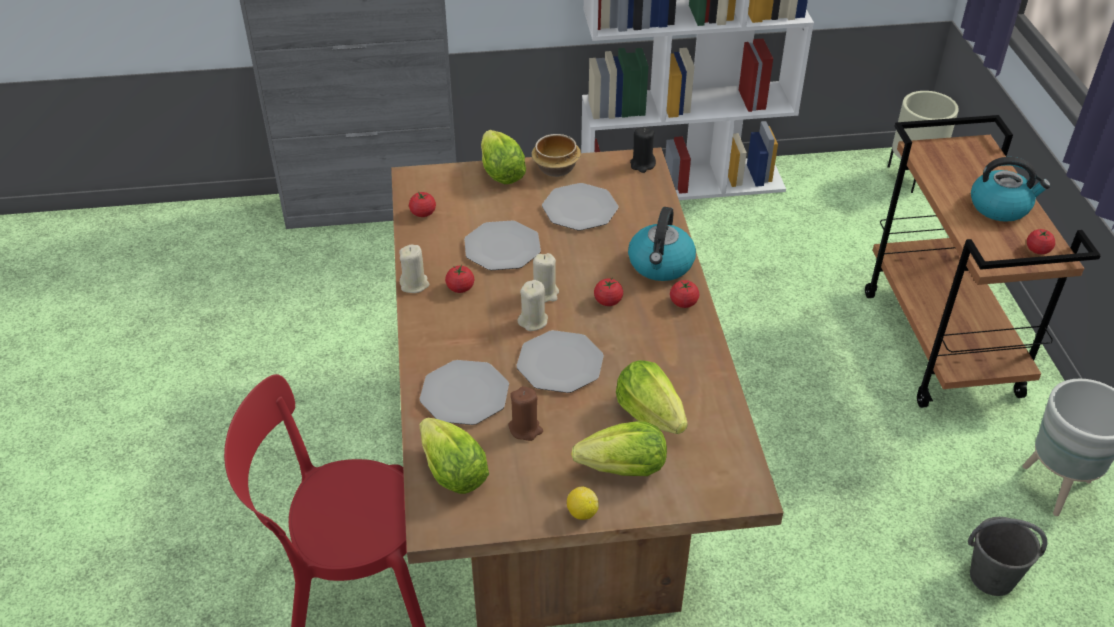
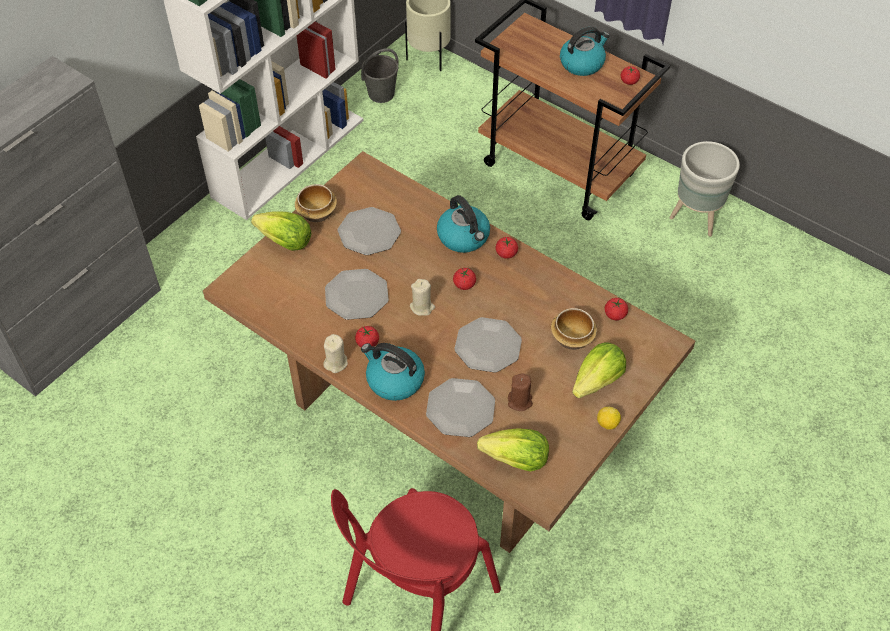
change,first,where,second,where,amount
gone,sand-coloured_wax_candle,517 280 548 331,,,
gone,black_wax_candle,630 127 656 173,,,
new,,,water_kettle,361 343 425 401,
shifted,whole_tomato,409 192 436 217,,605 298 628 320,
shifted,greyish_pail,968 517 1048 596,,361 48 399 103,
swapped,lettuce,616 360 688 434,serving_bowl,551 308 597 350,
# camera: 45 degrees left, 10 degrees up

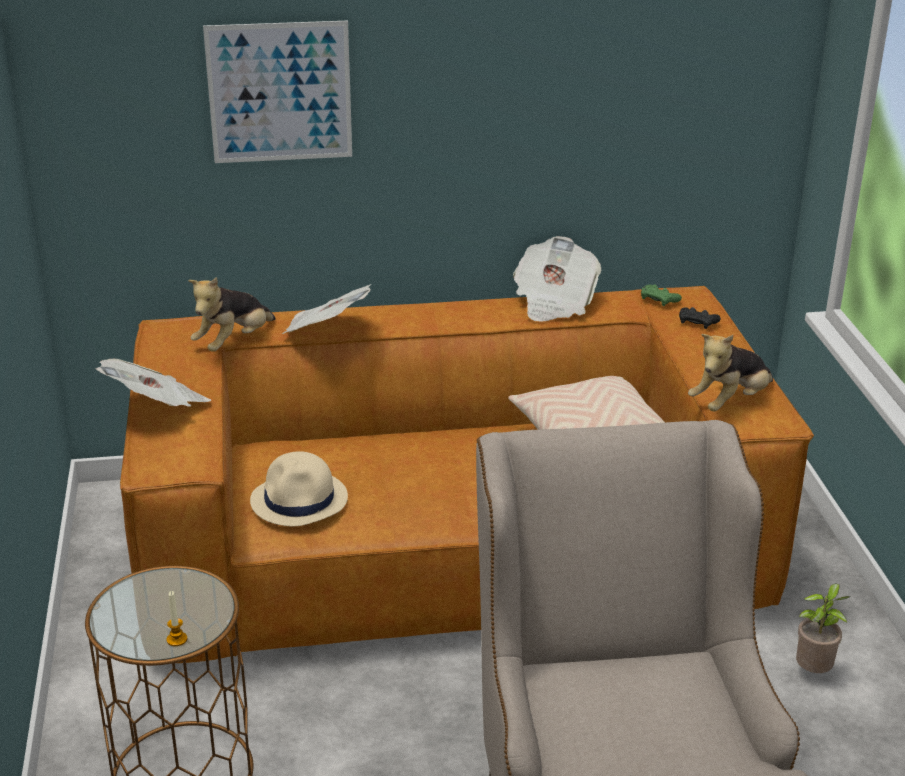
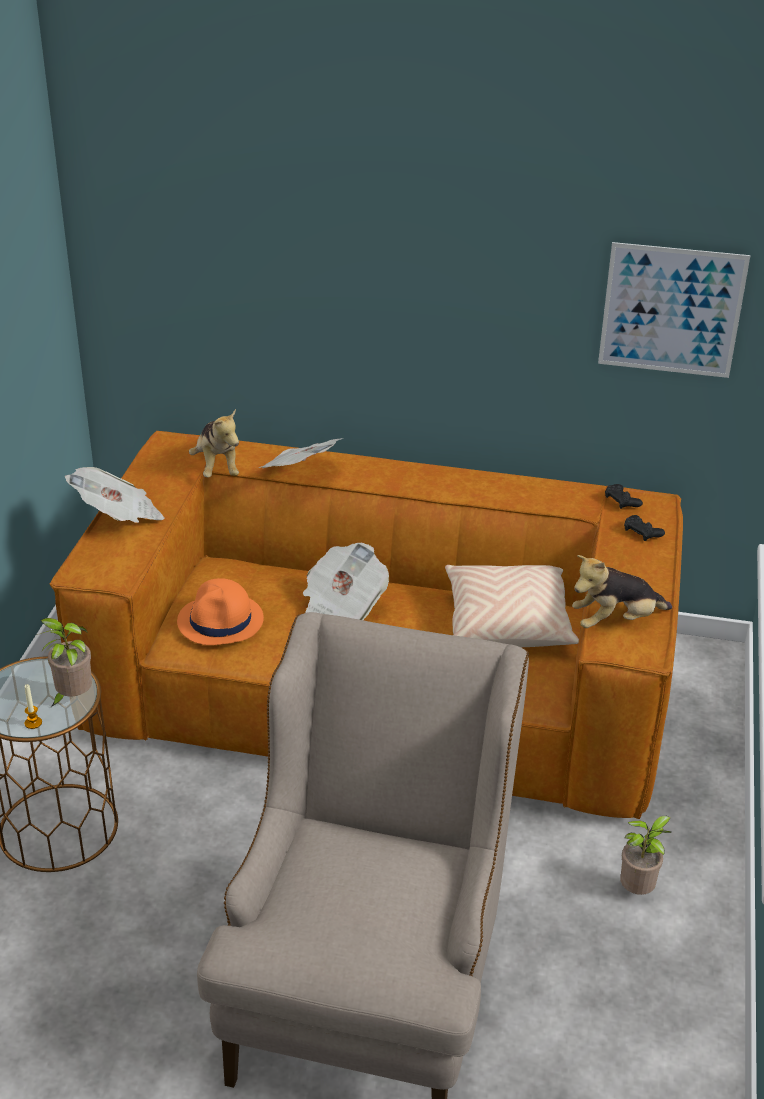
change,first,where,second,where,amount
new,,,houseplant,37 618 92 707,
shifted,wall_art,203 21 352 163,,598 242 750 378,
shifted,printed_paper,513 236 602 322,,303 543 389 620,
repainted,sand-coloured_hat,250 451 348 526,orange-coloured_hat,177 578 264 645,
repainted,greenish_gamepad,641 285 682 306,black_gamepad,605 484 643 509,
rotated,cuddly_toy,188 277 276 352,,189 409 239 477,75 degrees counterclockwise
# camera: 20 degrees right, 5 degrees up

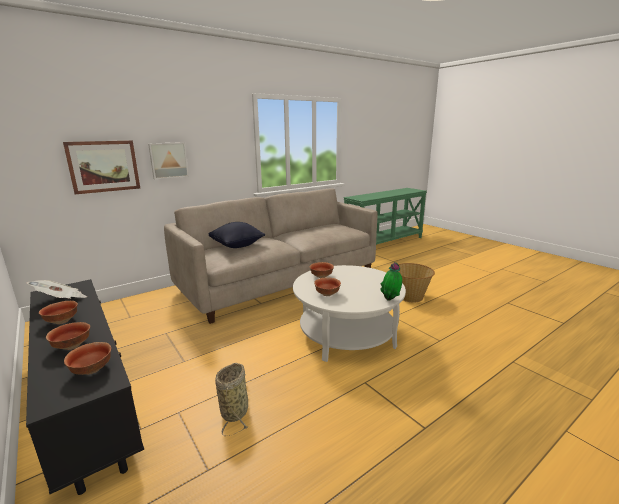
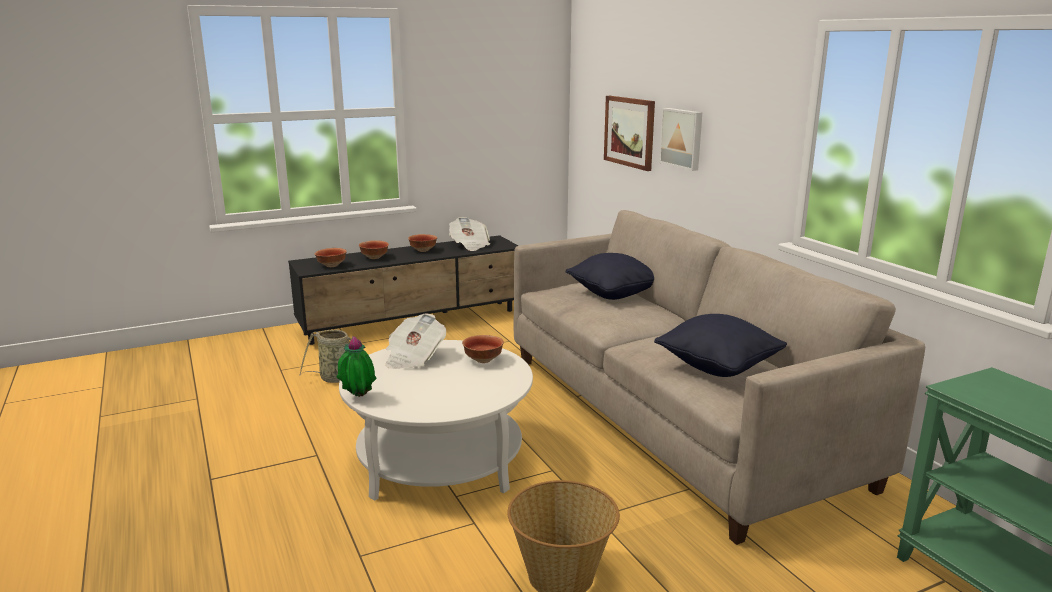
change,first,where,second,where,amount
new,,,black_throw_pillow,654 314 787 377,
swapped,serving_bowl,314 277 341 296,printed_paper,385 313 446 369,
# camera: 100 degrees right, 0 degrees up

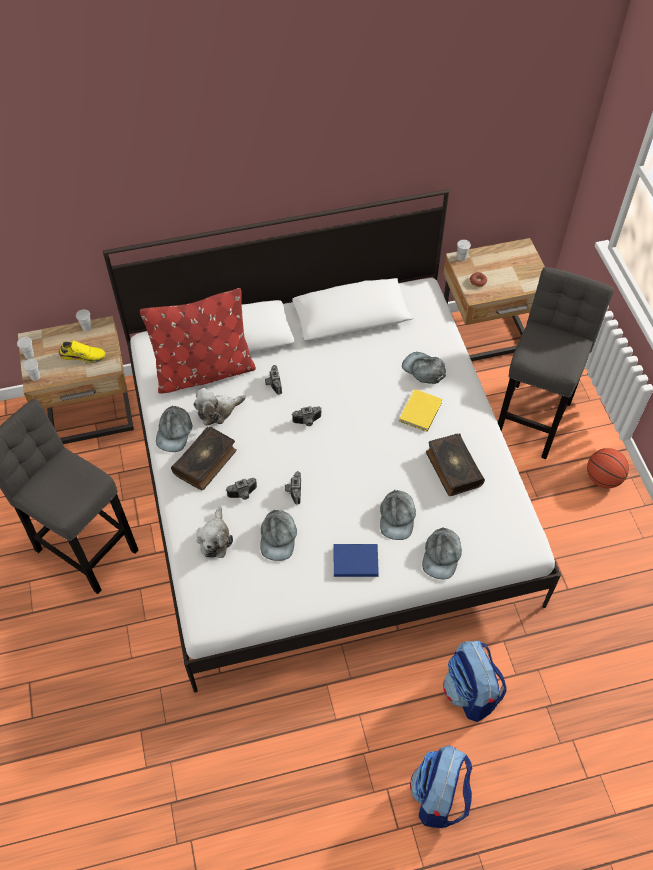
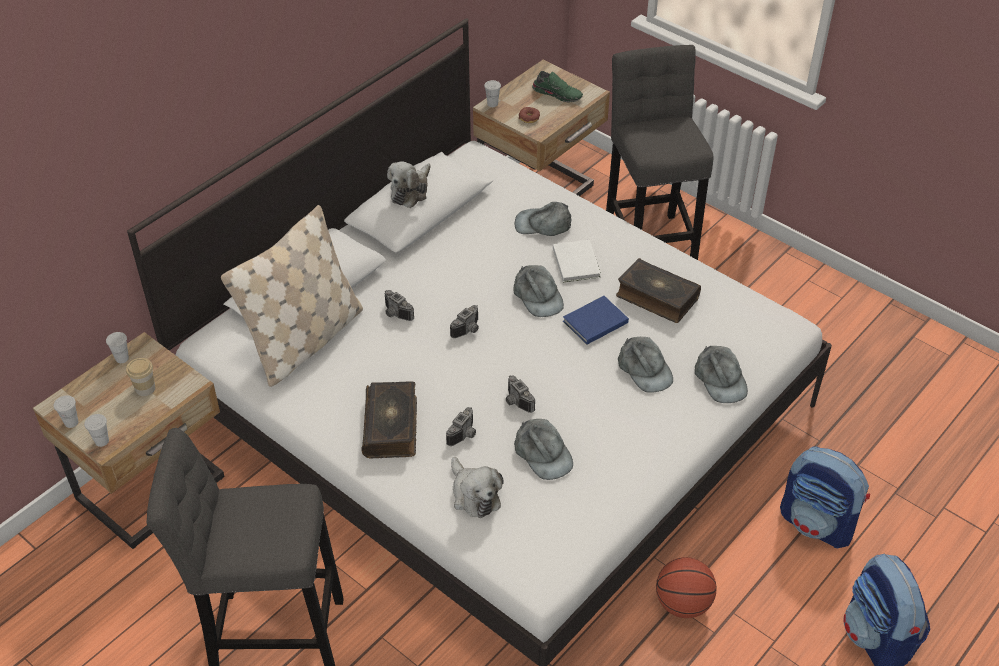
change,first,where,second,where,amount
new,,,greenish_shoe,532 71 583 102,
shifted,greyish_peaked_cap,156 405 193 452,,513 265 564 317,
shifted,cuddly_toy,193 388 246 426,,387 161 431 208,
shifted,blue-coloured_book,334 544 379 577,,563 296 629 345,
shifted,ball_for_basketball,587 448 629 488,,656 557 717 618,
swapped,yellow_shoe,59 340 106 363,cup,126 358 155 396,
repainted,red-coloured_throw_pillow,140 288 256 394,sand-coloured_throw_pillow,221 205 363 387,
repainted,yellow_book,399 389 443 432,white-coloured_book,553 240 601 283,
# camera: 35 degrees left, 10 degrees down

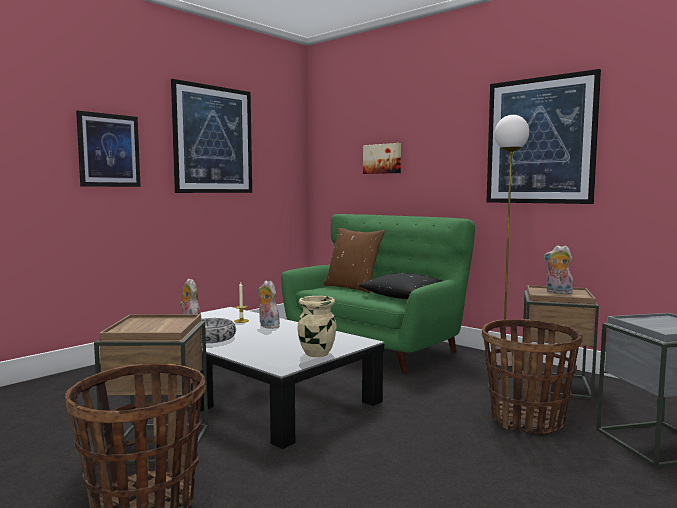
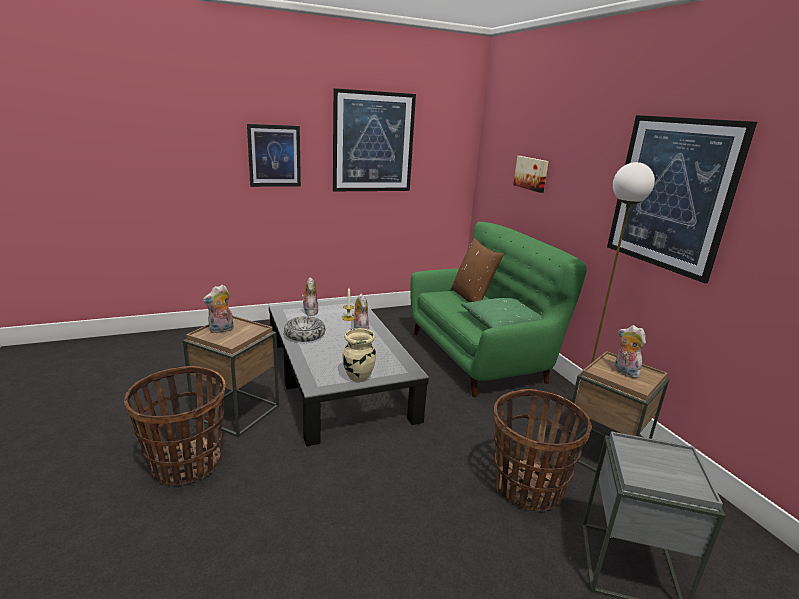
change,first,where,second,where,amount
new,,,cuddly_toy,203 285 234 333,
repainted,black_throw_pillow,358 273 443 299,greenish_throw_pillow,461 298 542 328,
# camera: 25 degrees right, 15 degrees up

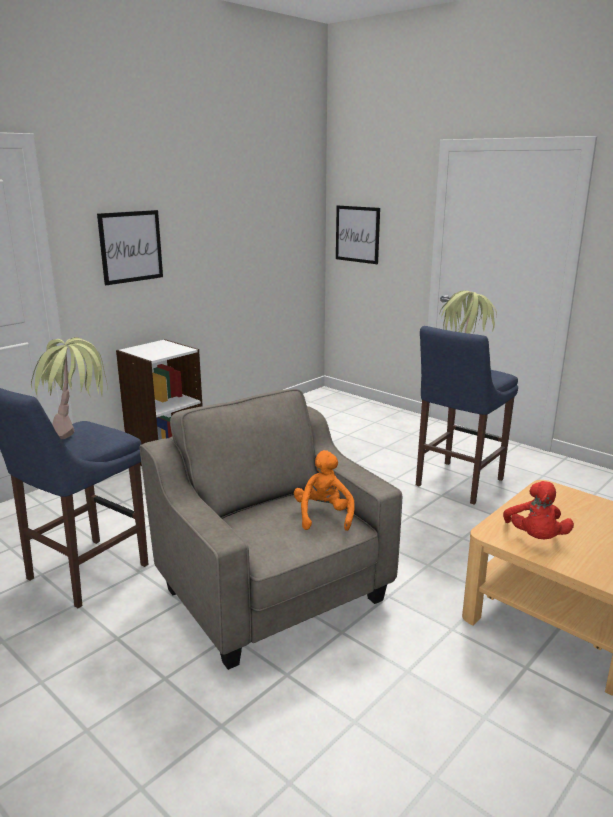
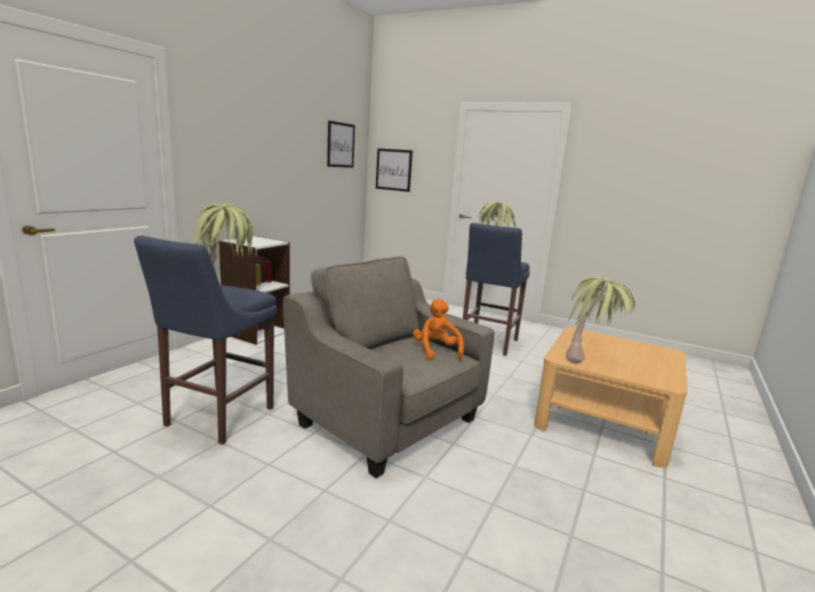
change,first,where,second,where,amount
shifted,wall_art,97 210 163 285,,327 120 355 168,
swapped,red-coloured_cuddly_toy,503 481 574 539,houseplant,566 276 635 364,
# camera: 15 degrees left, 5 degrees down

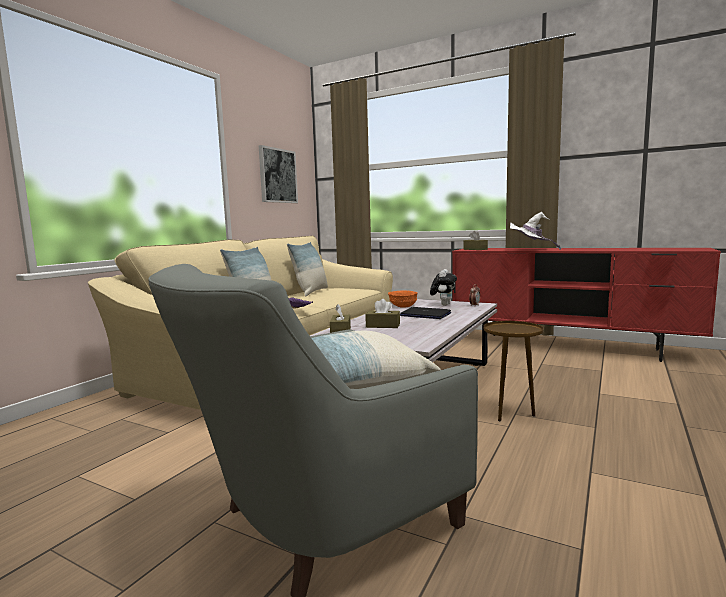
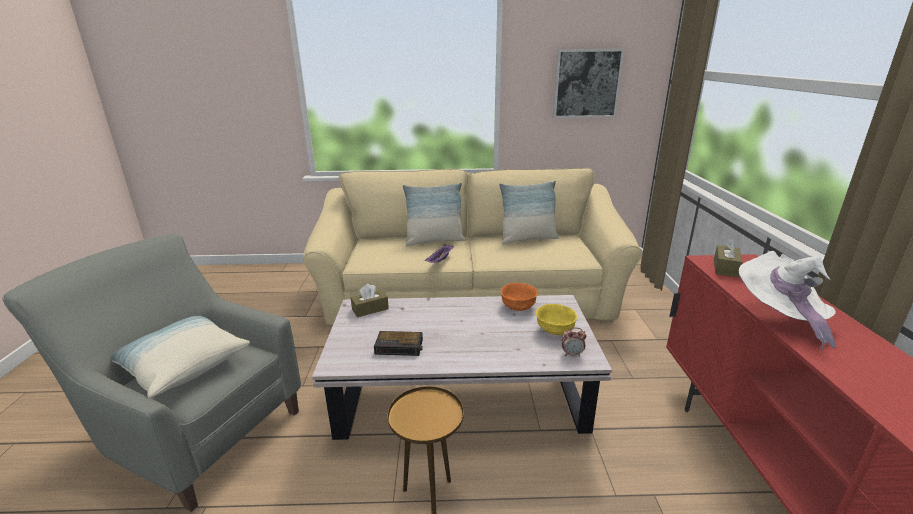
change,first,where,second,where,amount
gone,brown_tissue_holder,365 299 400 328,,,
gone,notebook_computer,400 307 451 319,,,
new,,,bedside_clock,374 331 423 356,
swapped,cuddly_toy,430 269 457 306,yellow_serving_bowl,536 304 577 335,
# camera: 60 degrees right, 15 degrees up

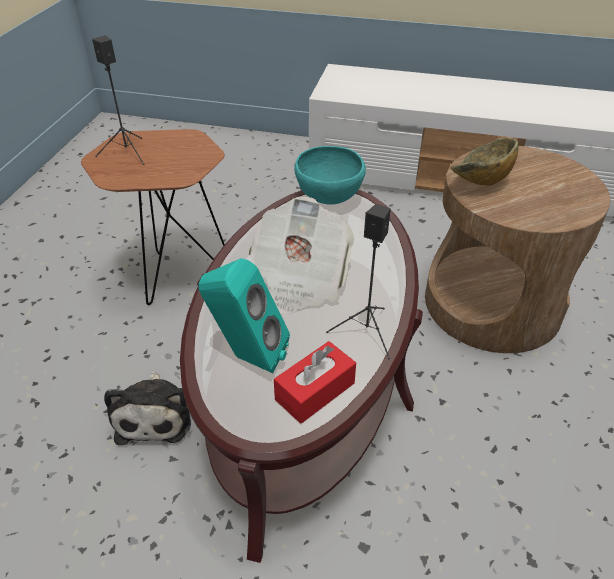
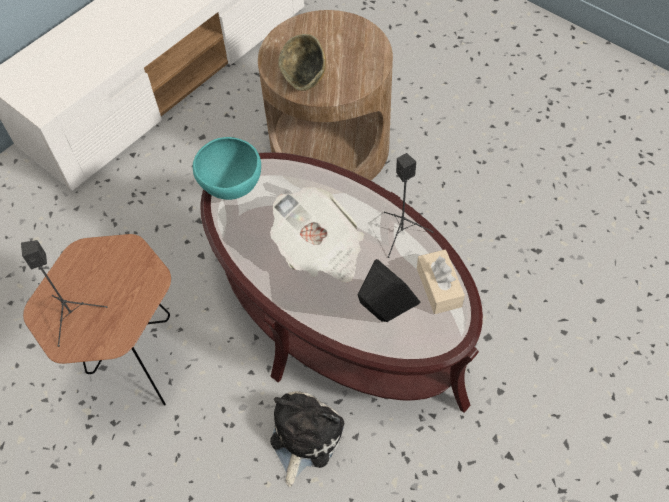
change,first,where,second,where,amount
repainted,blue-green_loudspeaker,198 258 290 373,black_loudspeaker,357 259 420 322,
repainted,red-coloured_tissue_holder,274 341 356 424,sand-coloured_tissue_holder,417 249 465 314,
rotated,cuddly_toy,104 372 191 445,,270 391 344 487,90 degrees counterclockwise
# camera: 60 degrees left, 15 degrees up

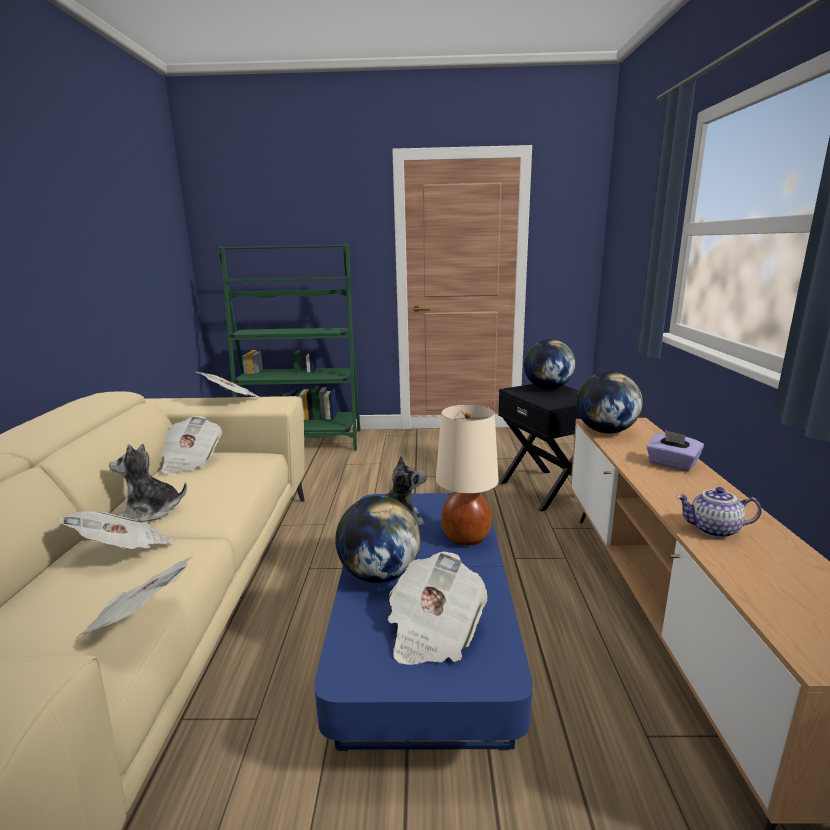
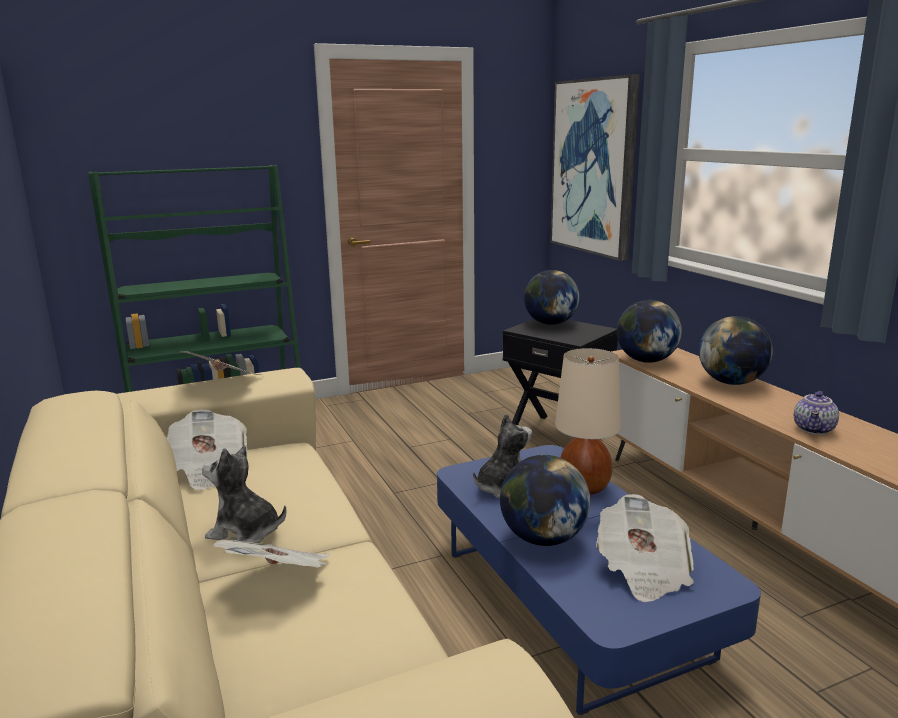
change,first,where,second,where,amount
gone,printed_paper,77 556 193 637,,,
new,,,wall_art,551 74 640 261,
swapped,purple-coloured_tissue_holder,647 430 704 472,desk_globe,699 316 773 385,
rotated,cuddly_toy,109 444 187 522,,202 445 287 543,45 degrees clockwise
rotated,tea_pot,676 487 762 538,,794 391 839 435,45 degrees counterclockwise
# camera: 25 degrees left, 0 degrees up

